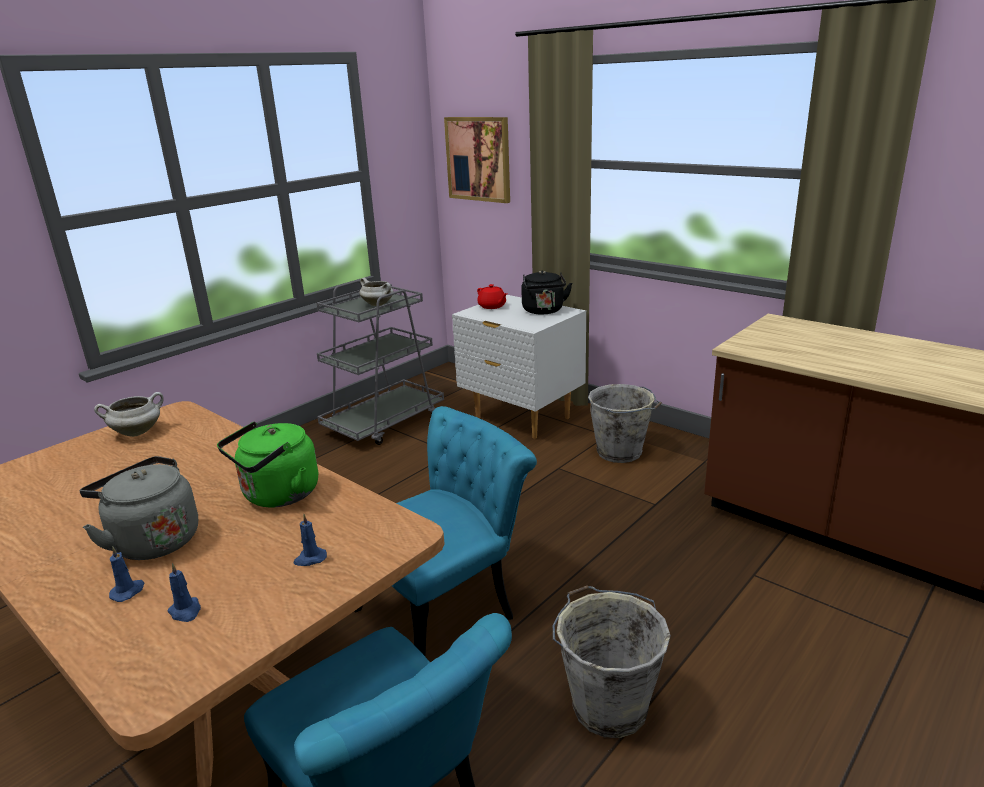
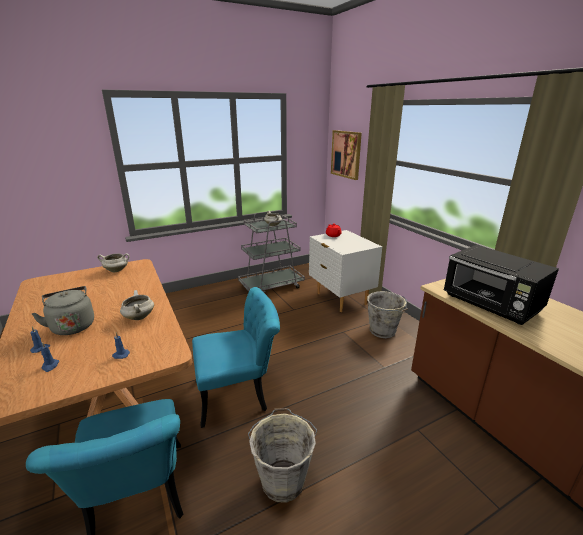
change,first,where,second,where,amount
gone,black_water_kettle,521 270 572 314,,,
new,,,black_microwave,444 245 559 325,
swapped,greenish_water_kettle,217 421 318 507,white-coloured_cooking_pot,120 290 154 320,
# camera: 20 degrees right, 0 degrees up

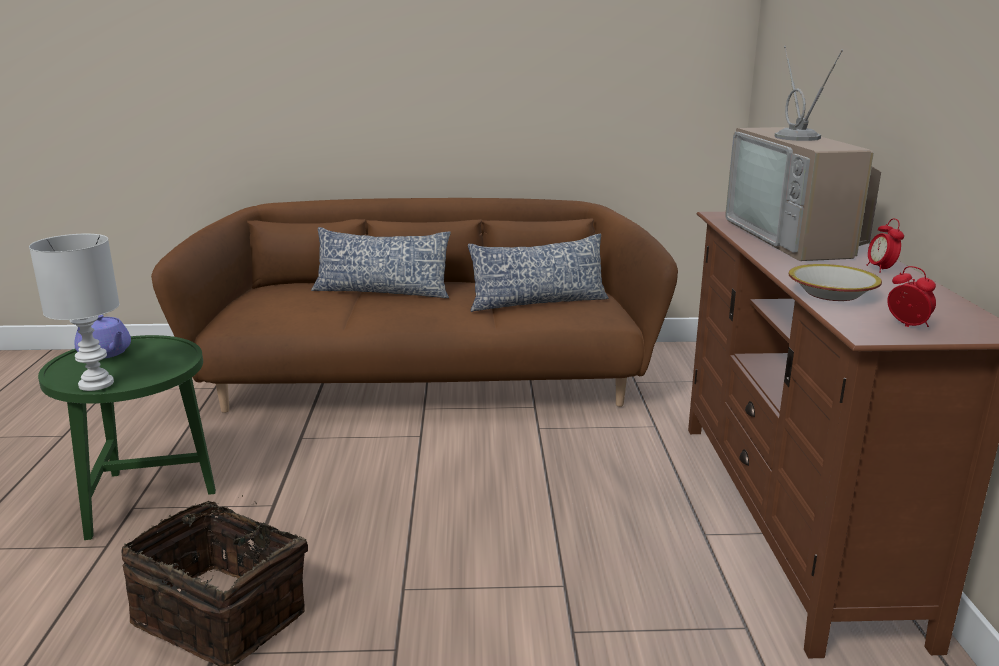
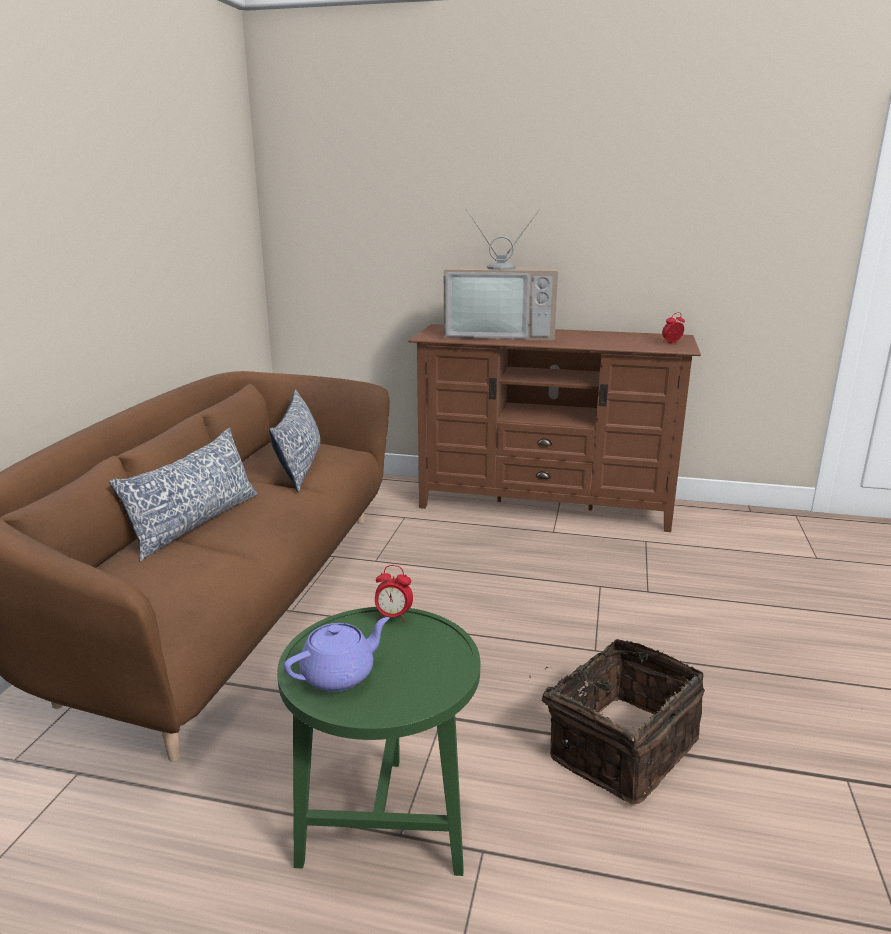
change,first,where,second,where,amount
gone,white-coloured_lamp_for_a_table,29 234 120 391,,,
gone,serving_bowl,789 264 882 301,,,
shifted,bedside_clock,867 218 904 273,,375 565 413 622,
# camera: 75 degrees left, 0 degrees up

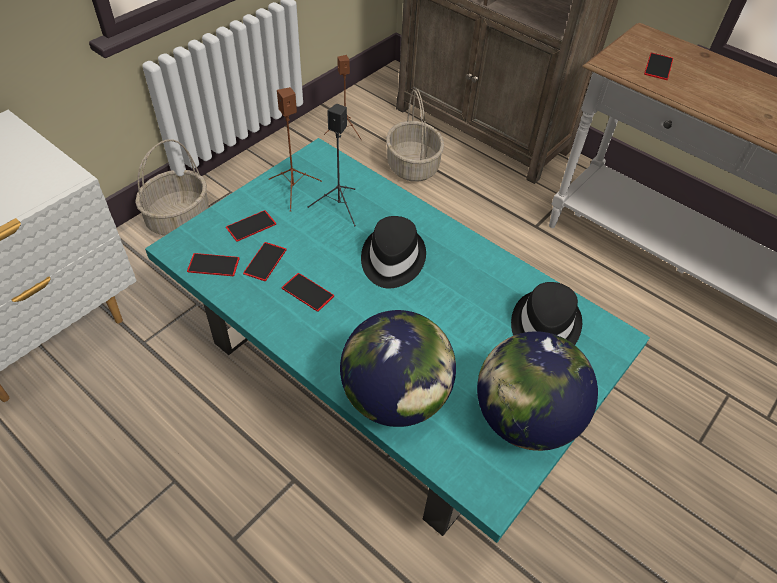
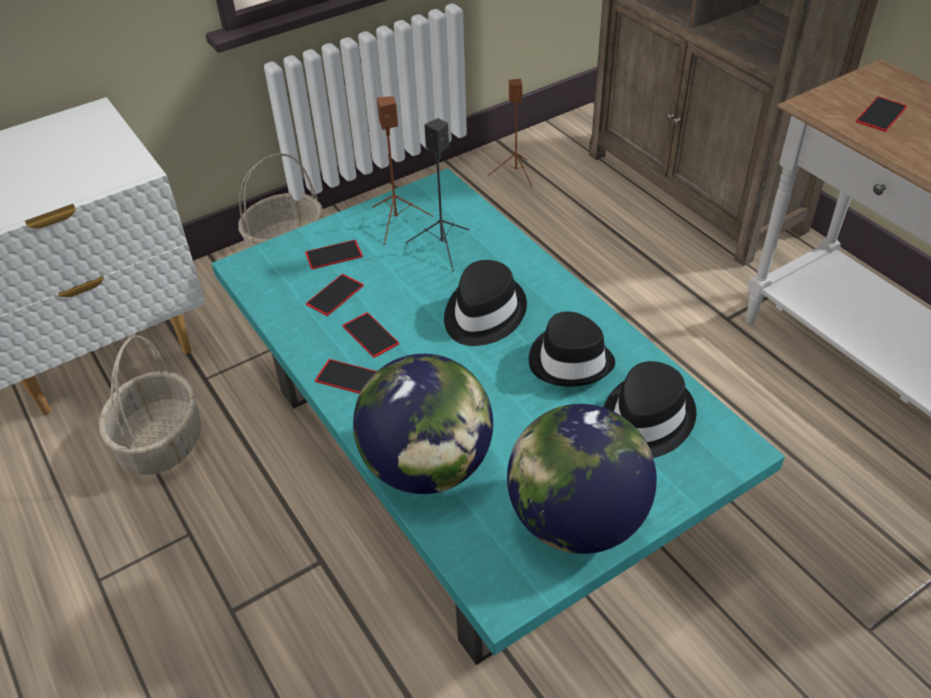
change,first,where,second,where,amount
new,,,black_hat,529 312 615 386,
shifted,telephone,187 253 240 276,,315 359 377 394,
shifted,household_basket,386 89 444 182,,99 335 201 475,
# camera: 20 degrees right, 5 degrees down

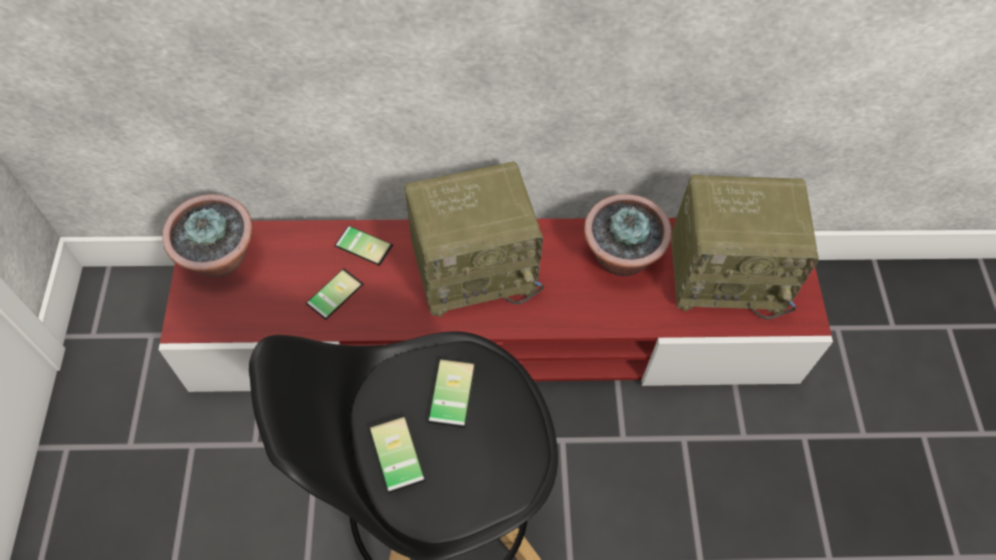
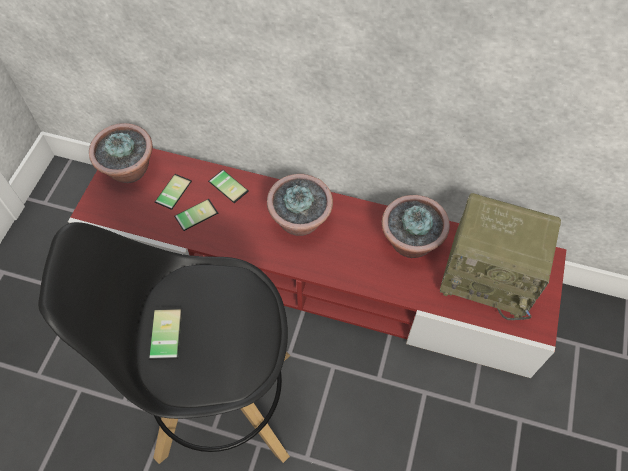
change,first,where,second,where,amount
shifted,telephone,428 357 476 428,,155 174 192 210,
swapped,radio_receiver,404 161 544 317,houseplant,267 174 333 236,
# camera: 20 degrees right, 0 degrees up

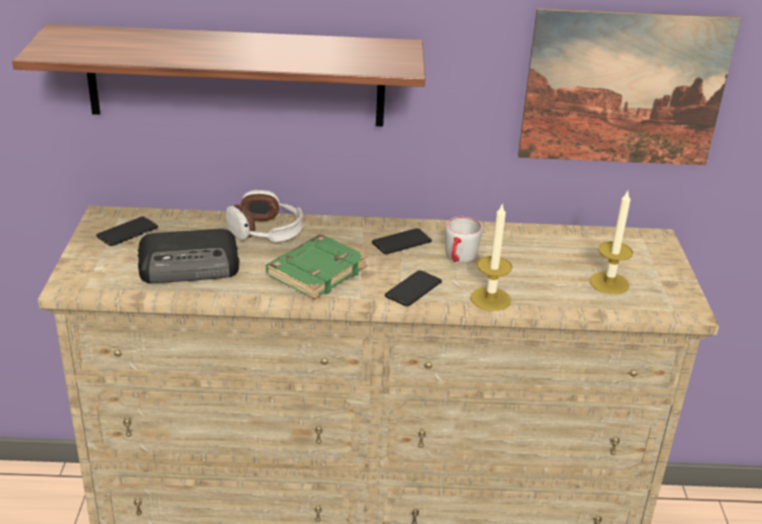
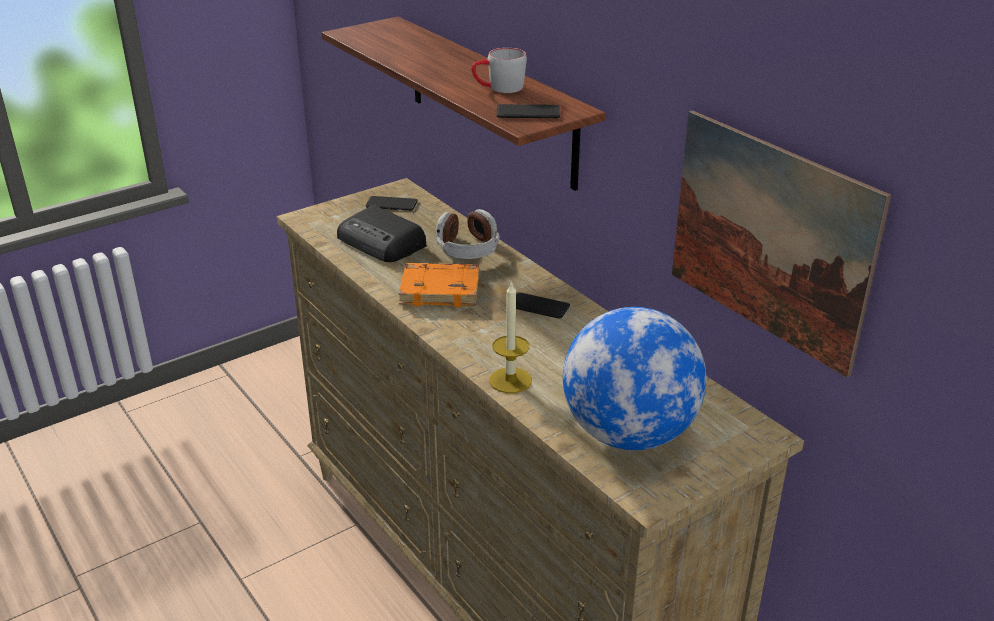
change,first,where,second,where,amount
shifted,telephone,385 270 442 306,,497 104 560 118,
shifted,greyish_mug,445 217 482 262,,472 48 527 93,
swapped,wax_candle,589 191 633 294,desk_globe,563 307 706 450,
repainted,greenish_book,266 235 368 300,orange-coloured_book,399 263 479 307,
# camera: 55 degrees right, 0 degrees up

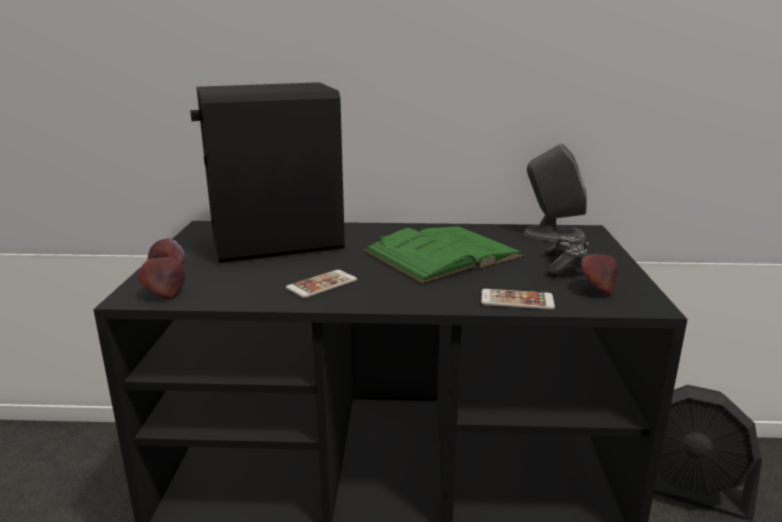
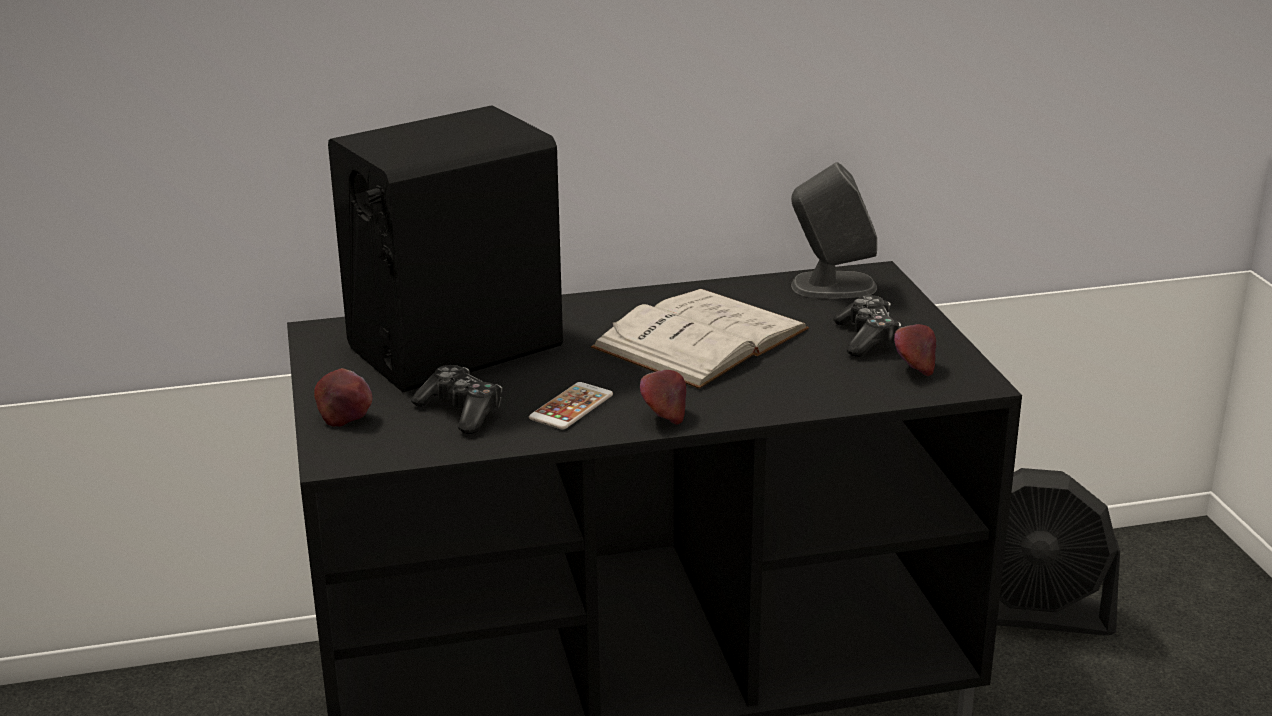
change,first,where,second,where,amount
gone,telephone,481 289 555 310,,,
new,,,gamepad,411 365 502 434,
shifted,apple_fruit,138 258 185 300,,640 370 686 425,
repainted,greenish_book,363 226 525 284,white-coloured_book,591 289 809 389,
# camera: 15 degrees left, 5 degrees up

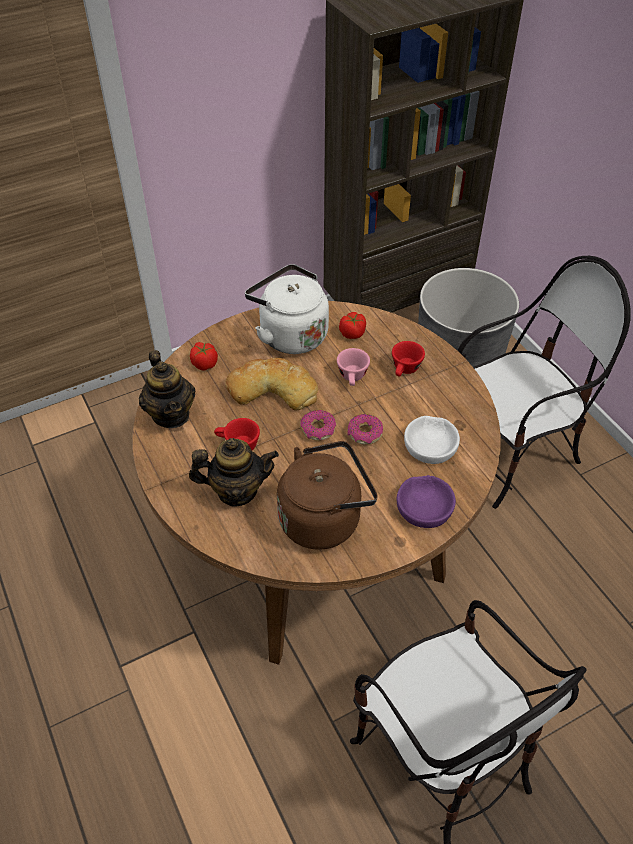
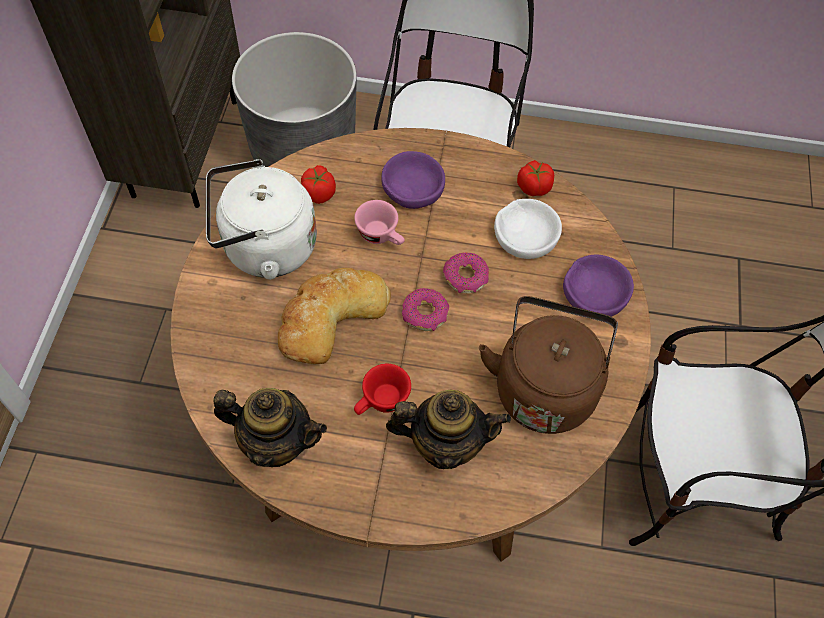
change,first,where,second,where,amount
shifted,whole_tomato,190 342 218 371,,517 160 554 196,
swapped,red-coloured_cup,392 341 425 377,purple-coloured_serving_bowl,381 151 445 209,
rotated,tea_pot,189 438 279 507,,386 390 511 469,60 degrees clockwise
# camera: 55 degrees left, 10 degrees up

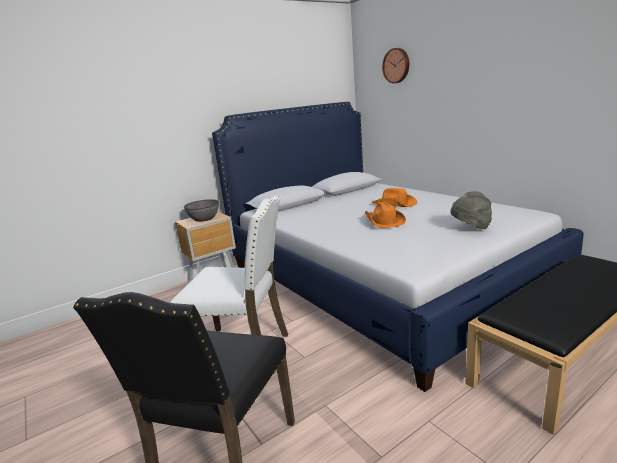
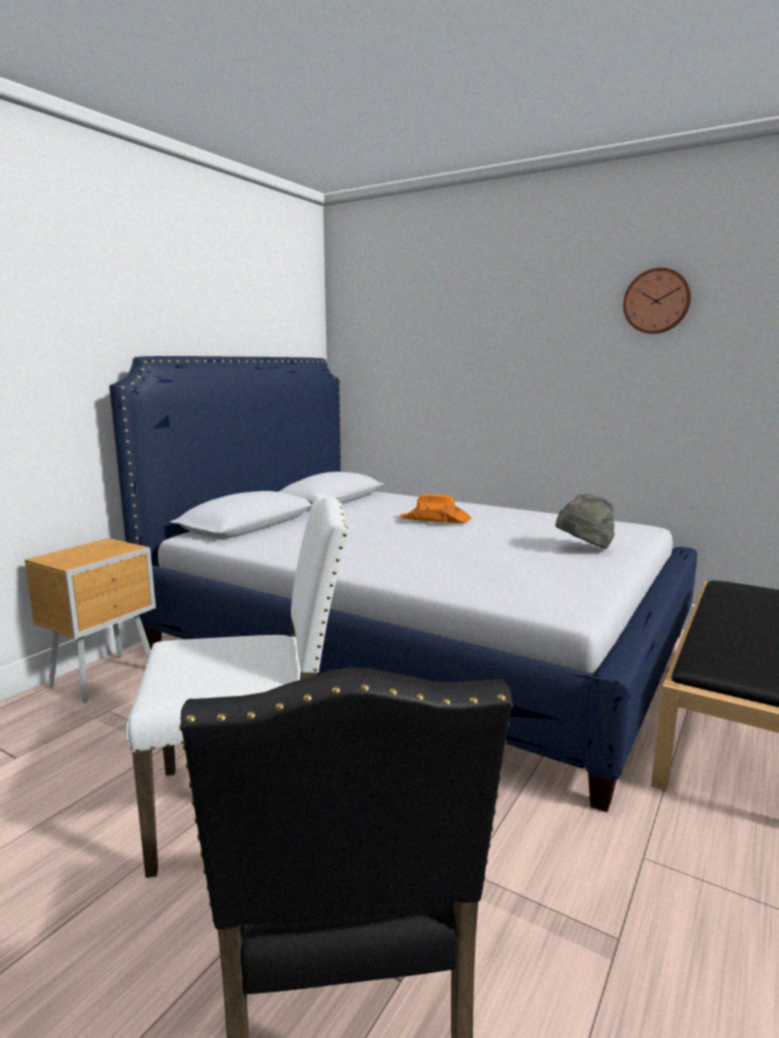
change,first,where,second,where,amount
gone,greyish_serving_bowl,184 199 219 222,,,
gone,orange-coloured_hat,365 202 406 228,,,
shifted,clock_on_the_wall,382 48 409 83,,623 268 691 334,
# camera: 25 degrees left, 5 degrees down

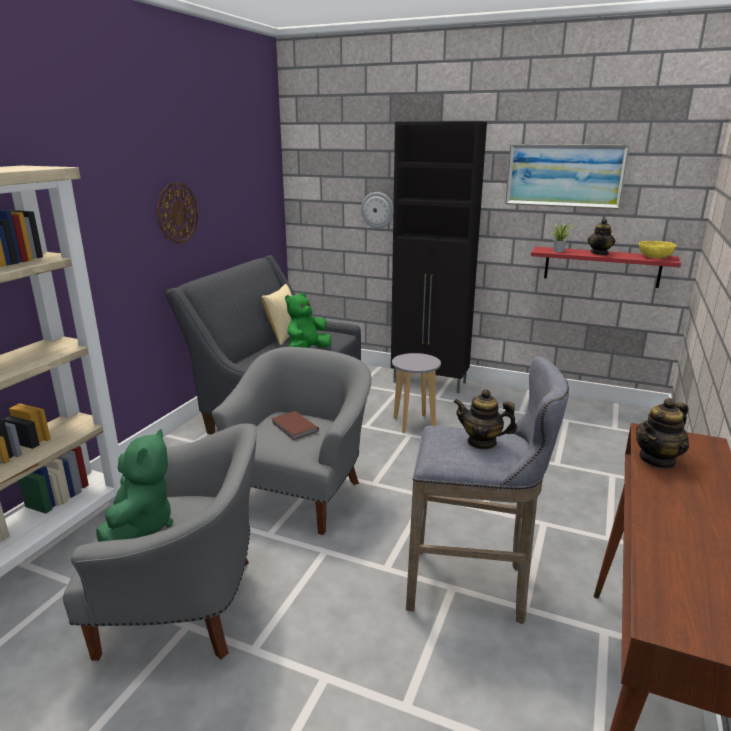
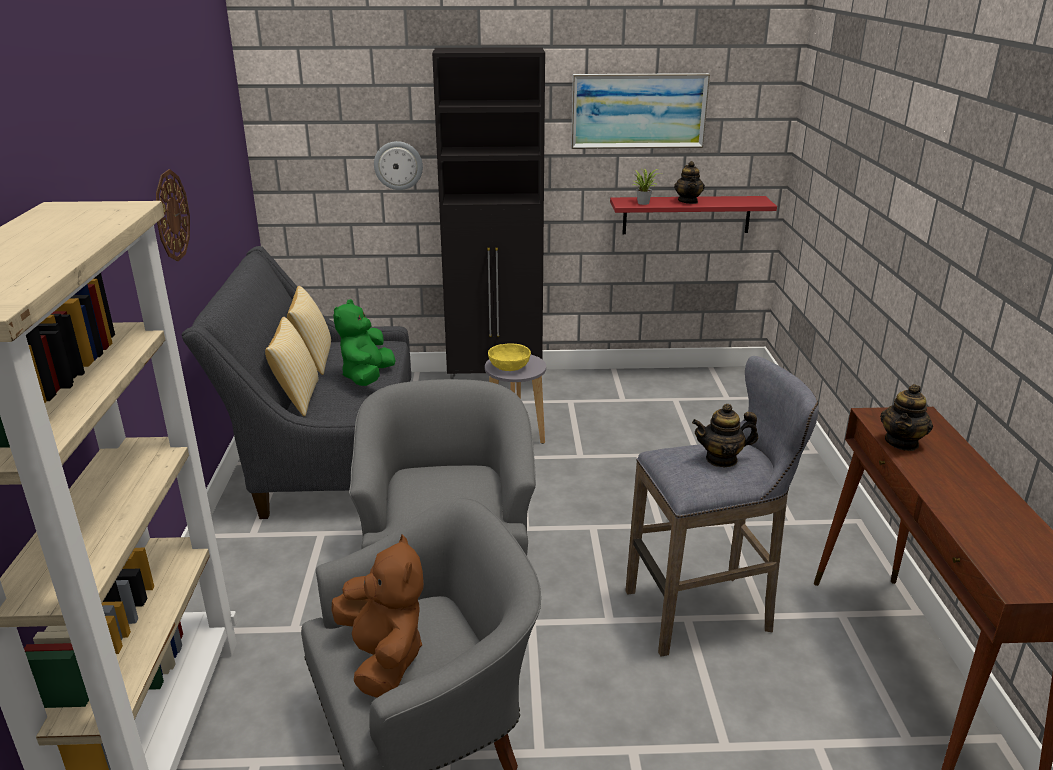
change,first,where,second,where,amount
gone,brown_book,271 411 319 440,,,
new,,,throw_pillow,265 317 319 417,
shifted,yellow_serving_bowl,639 241 677 259,,488 343 531 371,
repainted,greenish_cuddly_toy,96 429 173 542,brown_cuddly_toy,331 535 424 698,
# camera: 25 degrees left, 5 degrees up

